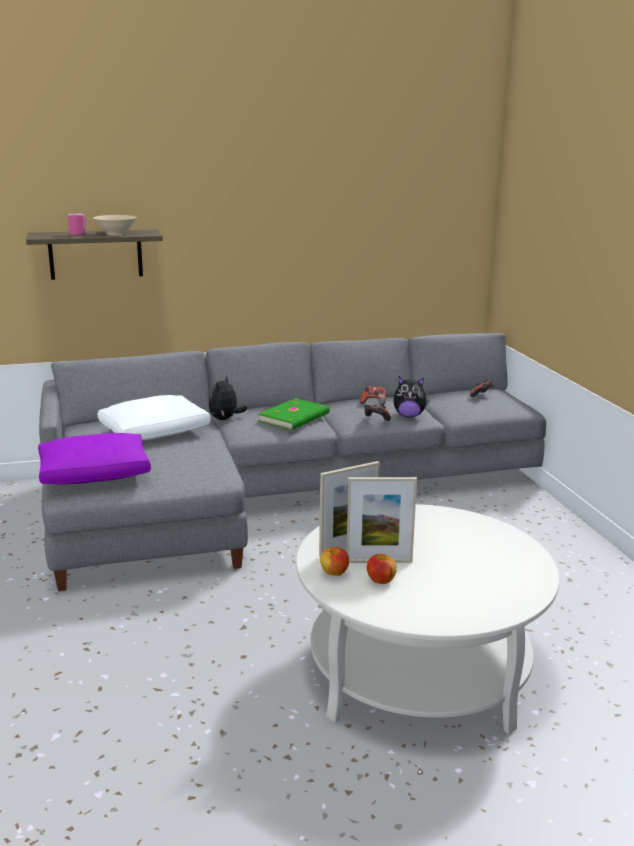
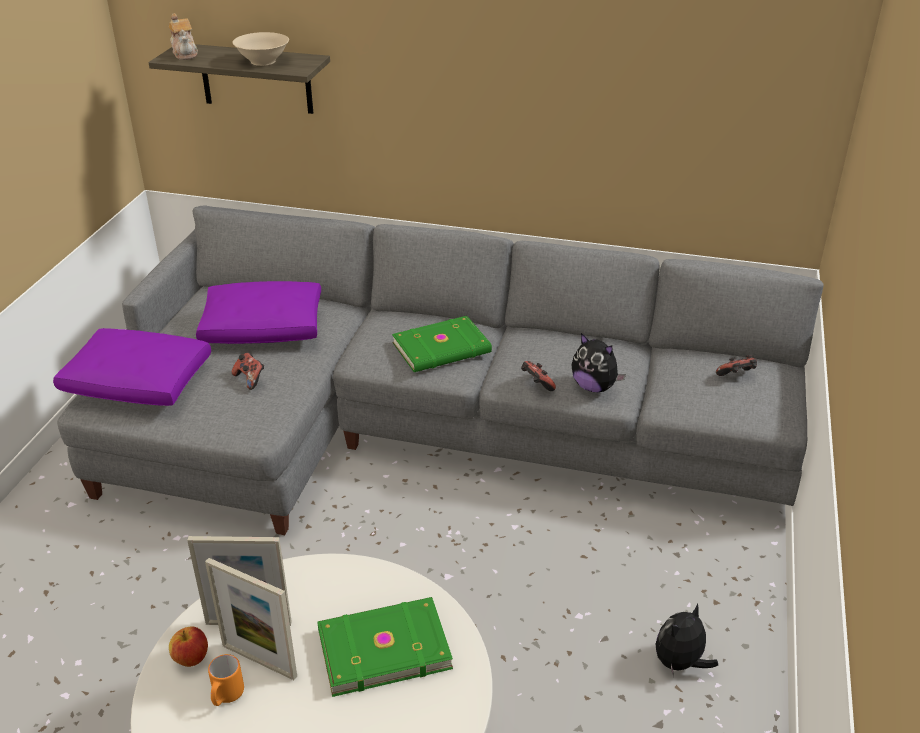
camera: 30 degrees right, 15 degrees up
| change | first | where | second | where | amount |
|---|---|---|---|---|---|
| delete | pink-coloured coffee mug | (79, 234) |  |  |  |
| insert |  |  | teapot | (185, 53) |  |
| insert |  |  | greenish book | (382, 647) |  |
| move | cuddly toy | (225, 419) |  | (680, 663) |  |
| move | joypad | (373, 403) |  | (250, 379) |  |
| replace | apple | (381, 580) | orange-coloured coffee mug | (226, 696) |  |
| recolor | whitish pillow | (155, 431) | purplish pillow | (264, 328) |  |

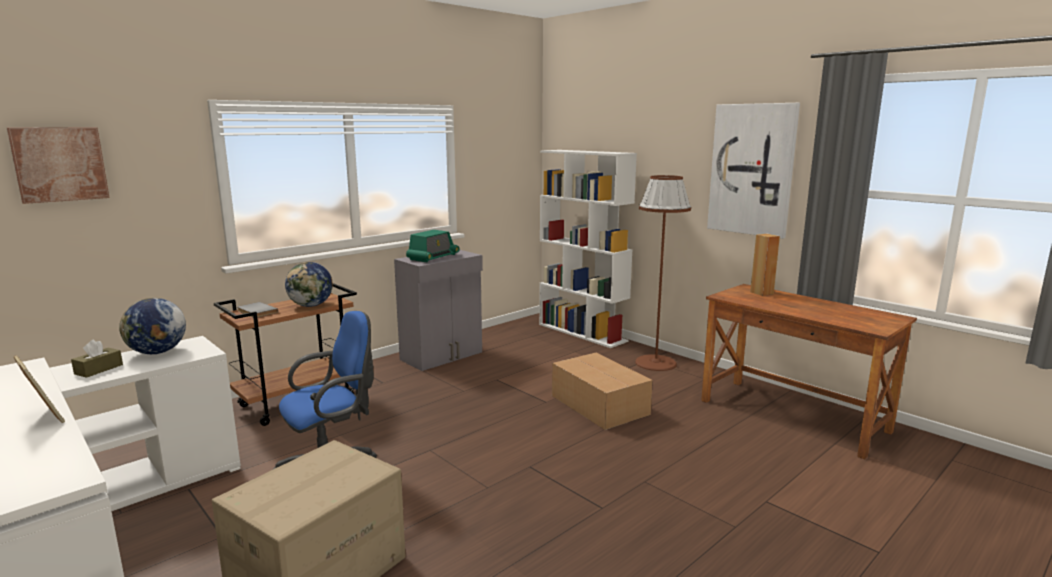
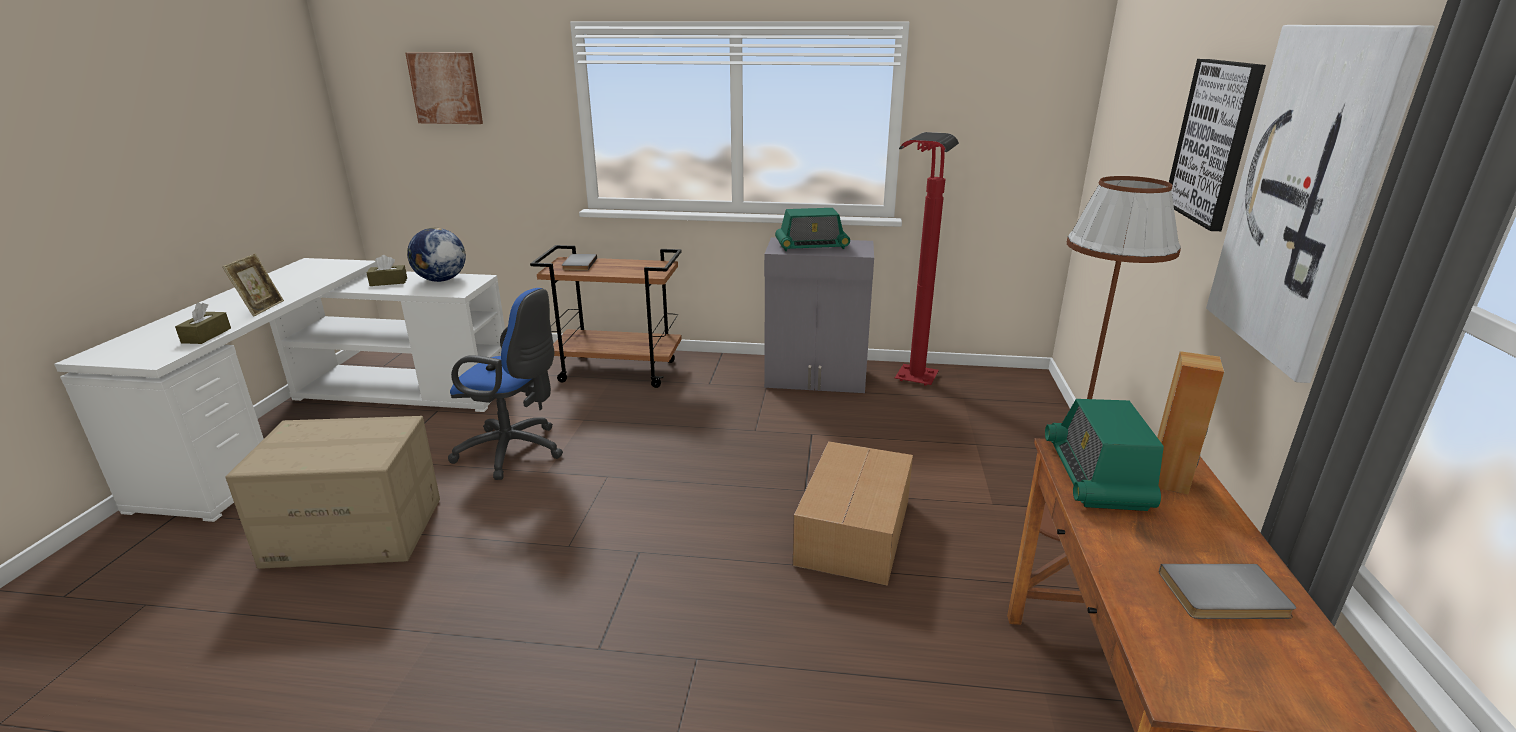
camera: 50 degrees right, 10 degrees up
| change | first | where | second | where | amount |
|---|---|---|---|---|---|
| delete | desk globe | (311, 305) |  |  |  |
| delete | whitish bookshelf | (582, 332) |  |  |  |
| insert |  |  | brown tissue holder | (206, 335) |  |
| insert |  |  | reddish standing lamp | (911, 389) |  |
| insert |  |  | radio | (1096, 476) |  |
| insert |  |  | greyish book | (1225, 597) |  |
| insert |  |  | wall art | (1214, 142) |  |

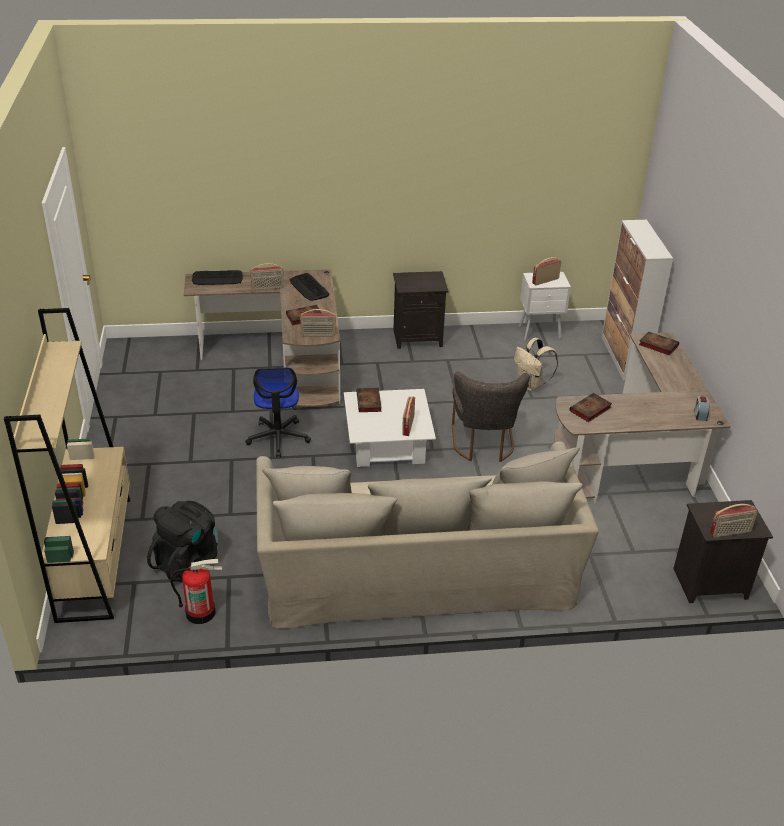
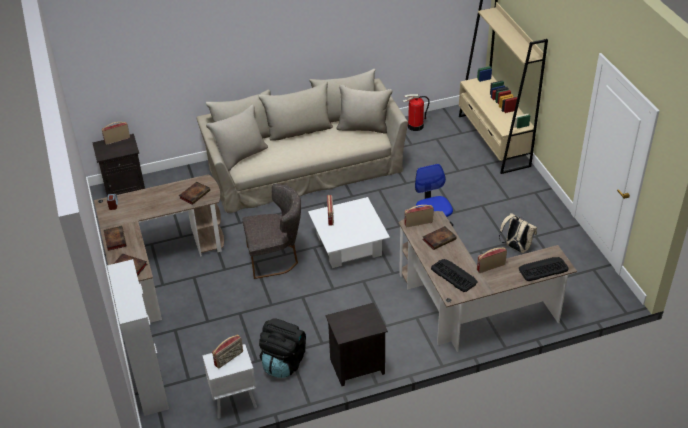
camera: 170 degrees right, 5 degrees up
| change | first | where | second | where | amount |
|---|---|---|---|---|---|
| move | black rucksack | (188, 561) |  | (283, 362) |  |
| move | book | (369, 402) |  | (114, 239) |  |
| move | sand-coloured rucksack | (531, 385) |  | (516, 247) |  |
| rotate | greyish upright chair | (483, 445) |  | (275, 258) | 90 degrees clockwise |

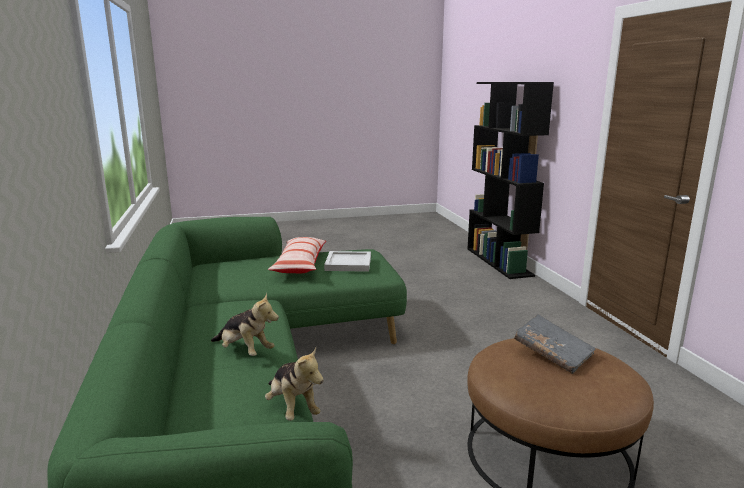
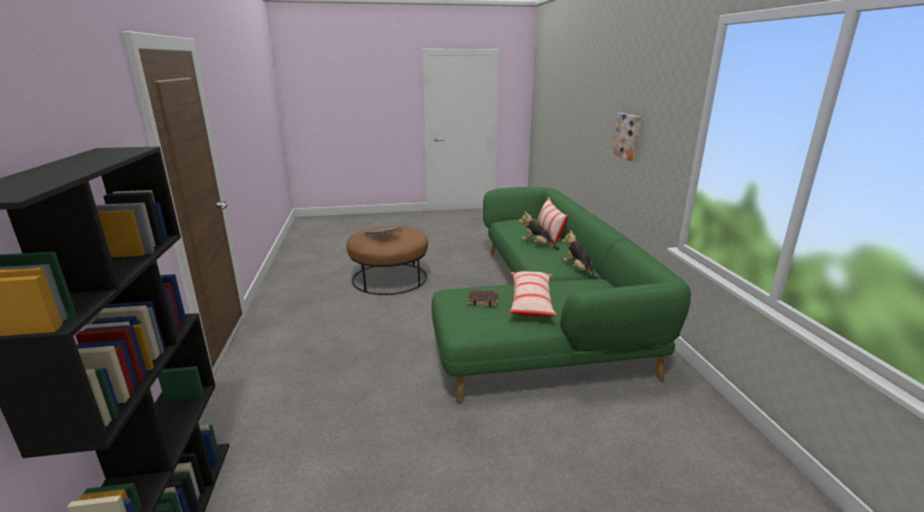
camera: 175 degrees left, 5 degrees up
| change | first | where | second | where | amount |
|---|---|---|---|---|---|
| insert |  |  | pillow | (550, 233) |  |
| insert |  |  | wall art | (628, 136) |  |
| move | cuddly toy | (293, 408) |  | (578, 270) |  |
| replace | whitish carrying tray | (347, 264) | brown book | (483, 300) |  |

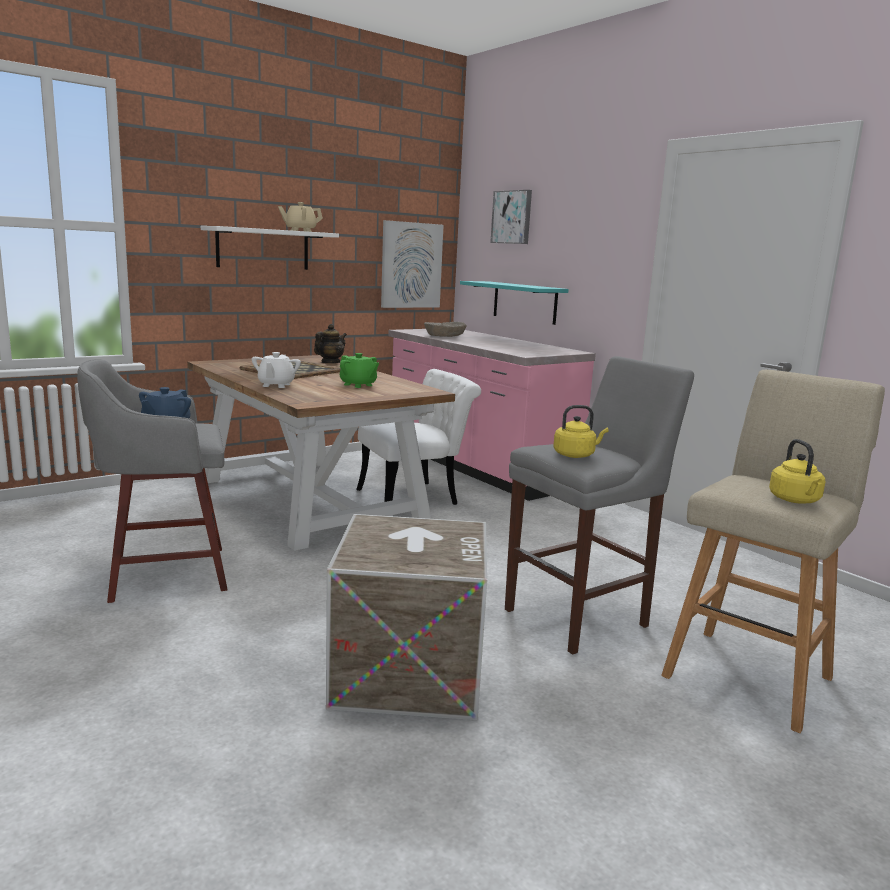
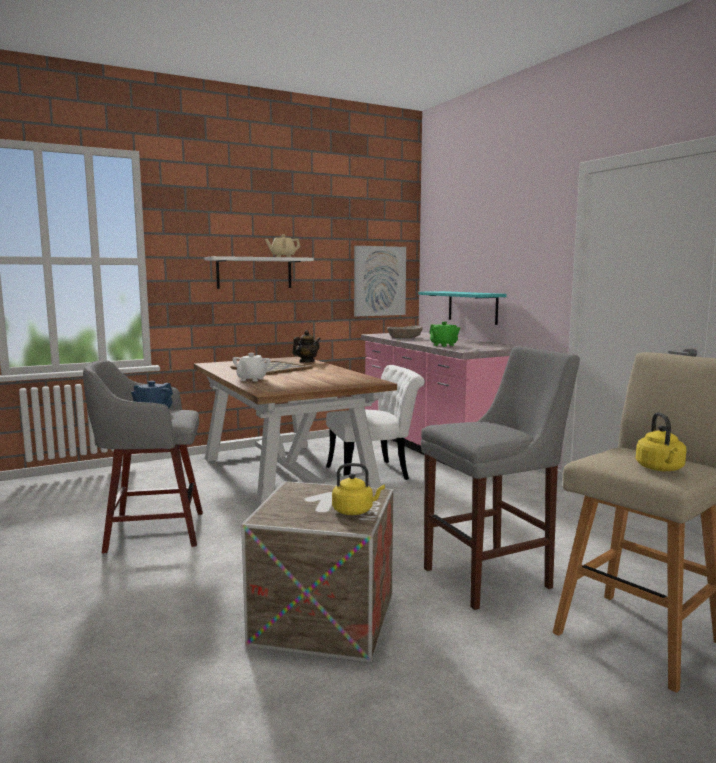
camera: 10 degrees right, 5 degrees down
| change | first | where | second | where | amount |
|---|---|---|---|---|---|
| delete | wall art | (512, 217) |  |  |  |
| move | greenish teapot | (358, 385) |  | (443, 345) |  |
| move | yellow-coloured tea kettle | (576, 455) |  | (355, 511) |  |

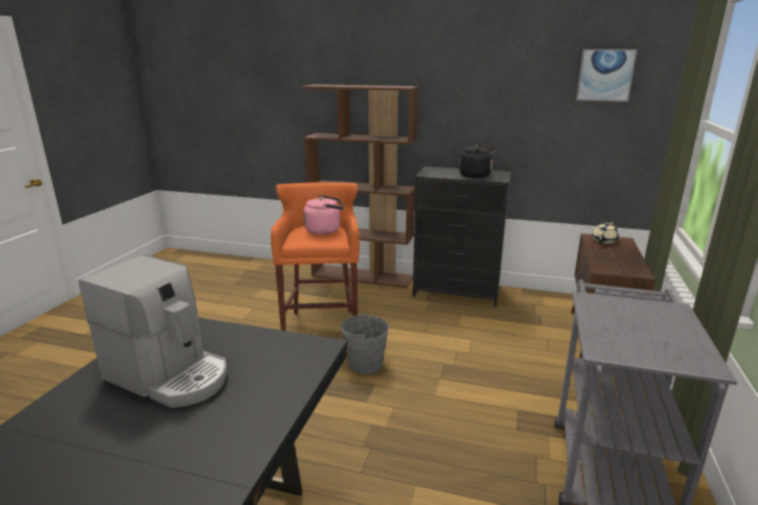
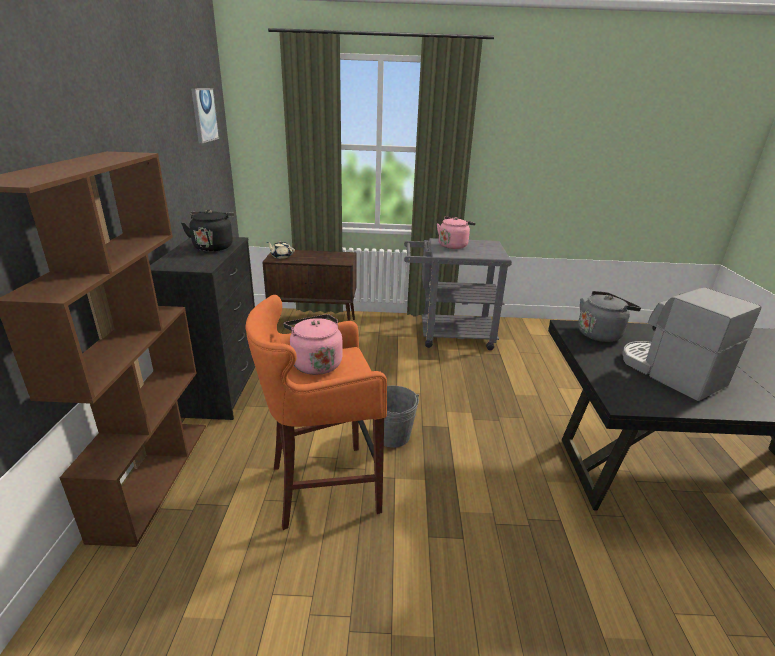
camera: 105 degrees left, 5 degrees up
| change | first | where | second | where | amount |
|---|---|---|---|---|---|
| insert |  |  | pink-coloured tea kettle | (453, 245) |  |
| insert |  |  | greyish tea kettle | (600, 334) |  |
| rotate | coffee machine | (170, 376) |  | (669, 372) | 45 degrees counterclockwise |

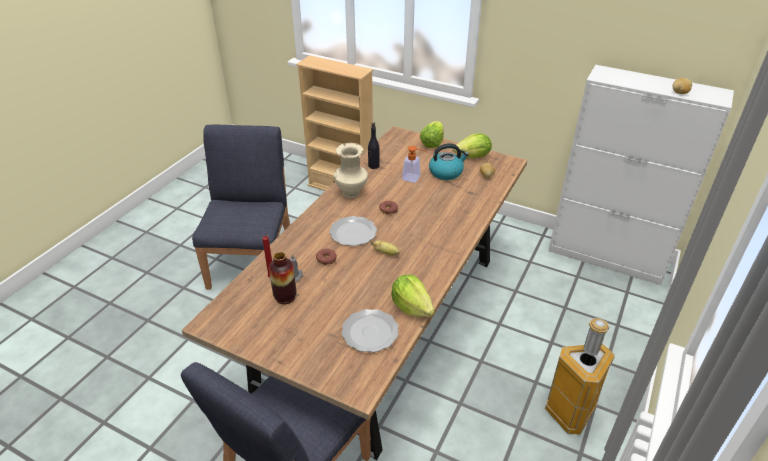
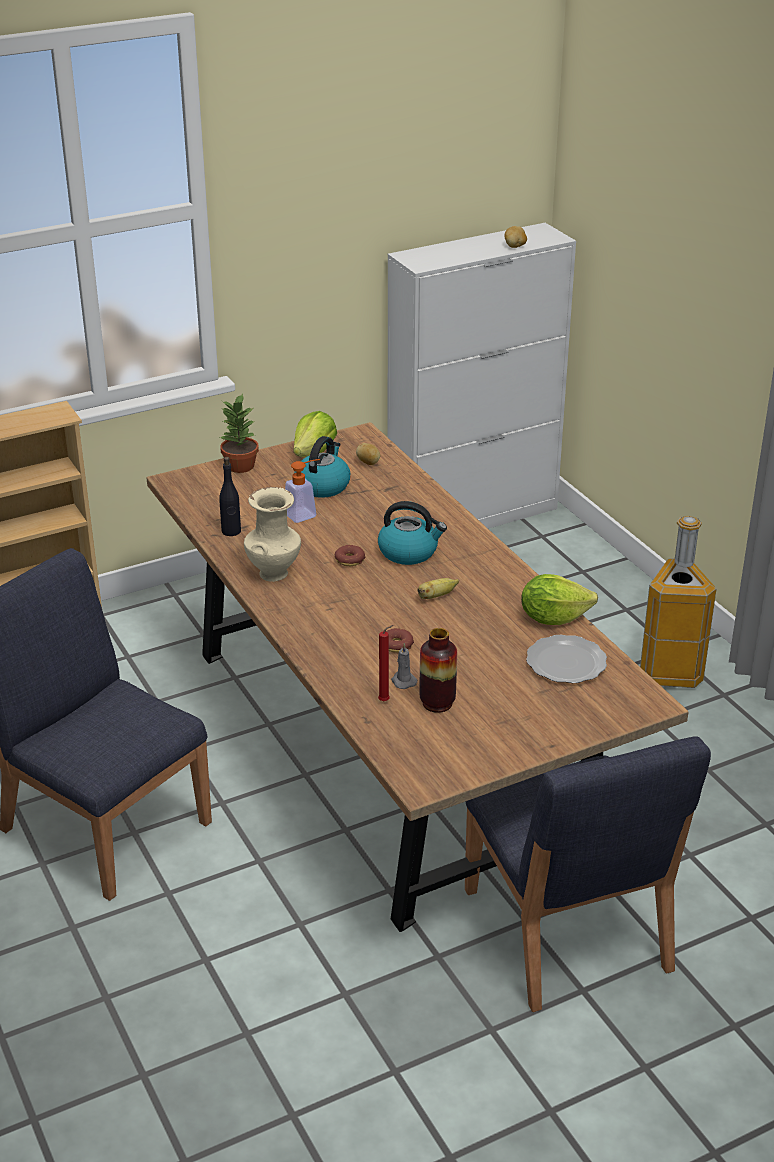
camera: 55 degrees left, 5 degrees down
| change | first | where | second | where | amount |
|---|---|---|---|---|---|
| delete | flat dish | (352, 233) |  |  |  |
| insert |  |  | tea kettle | (409, 552) |  |
| replace | lettuce | (432, 143) | houseplant | (239, 466) |  |

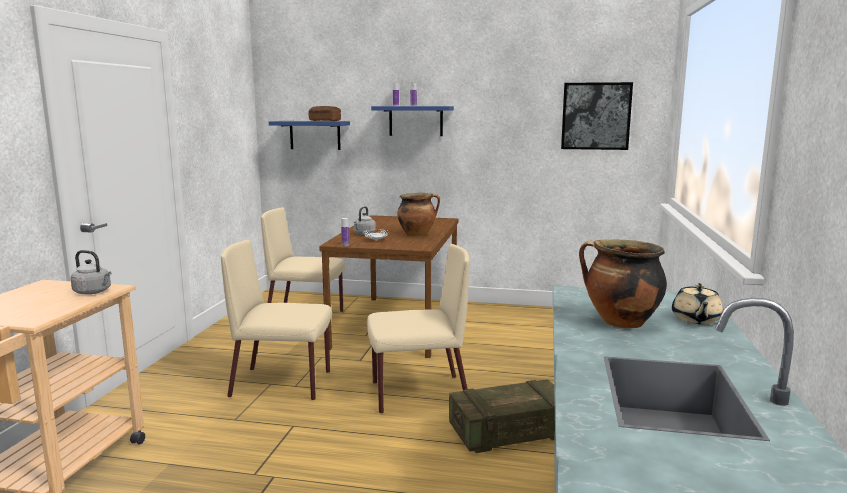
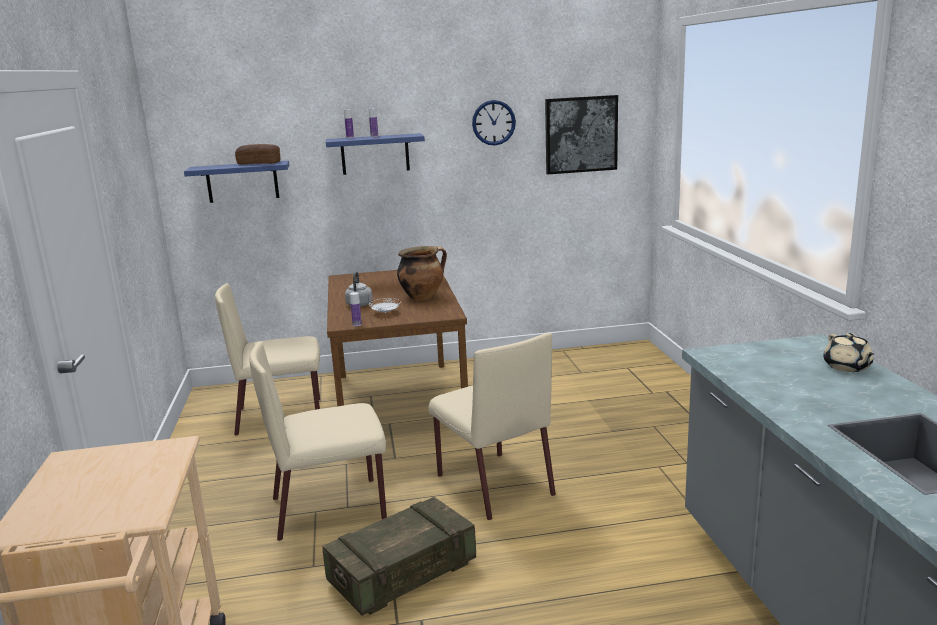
camera: 20 degrees left, 5 degrees up
| change | first | where | second | where | amount |
|---|---|---|---|---|---|
| delete | greyish tea kettle | (94, 292) |  |  |  |
| delete | cooking pot | (620, 323) |  |  |  |
| insert |  |  | clock on the wall | (493, 122) |  |
| move | shipping crate | (510, 432) |  | (403, 573) |  |
| rotate | sand-coloured upright chair | (417, 394) |  | (493, 484) | 90 degrees clockwise |

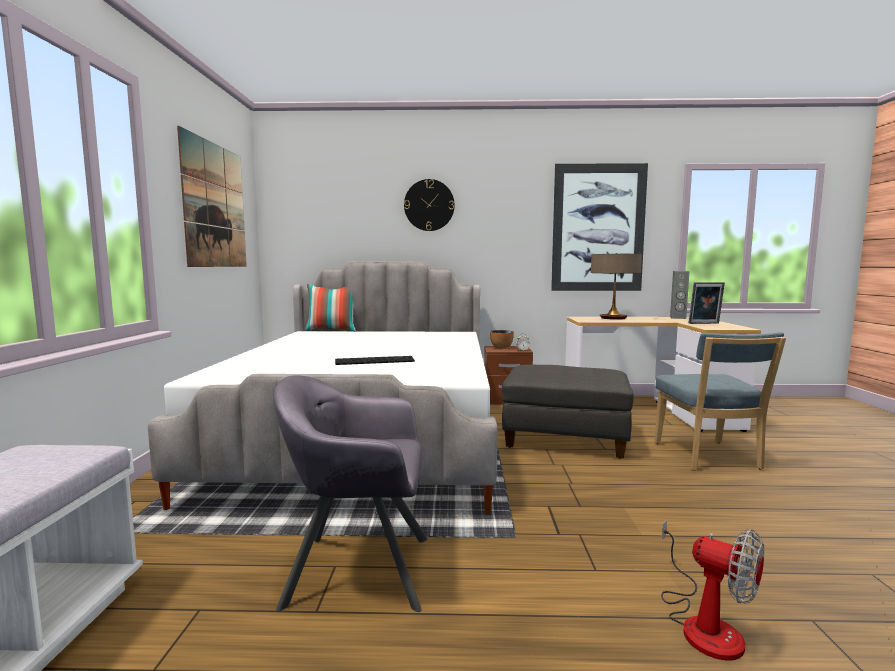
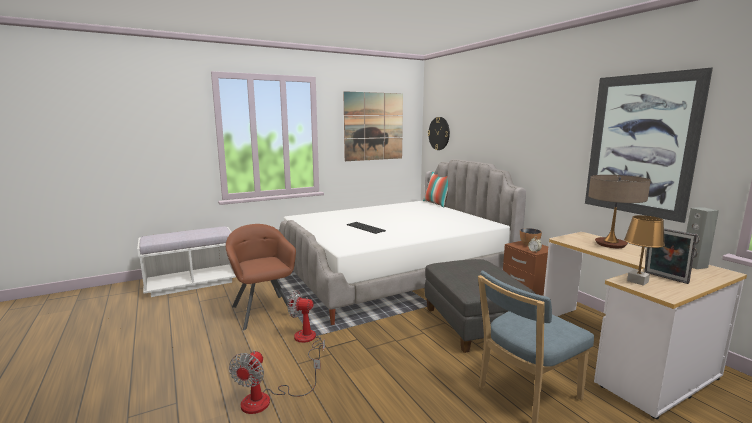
camera: 60 degrees right, 5 degrees up
| change | first | where | second | where | amount |
|---|---|---|---|---|---|
| insert |  |  | fan | (307, 340) |  |
| insert |  |  | brown table lamp | (637, 281) |  |
| move | clock on the wall | (429, 205) |  | (439, 133) |  |
| recolor | greyish armchair | (358, 569) | brown armchair | (264, 311) |  |

